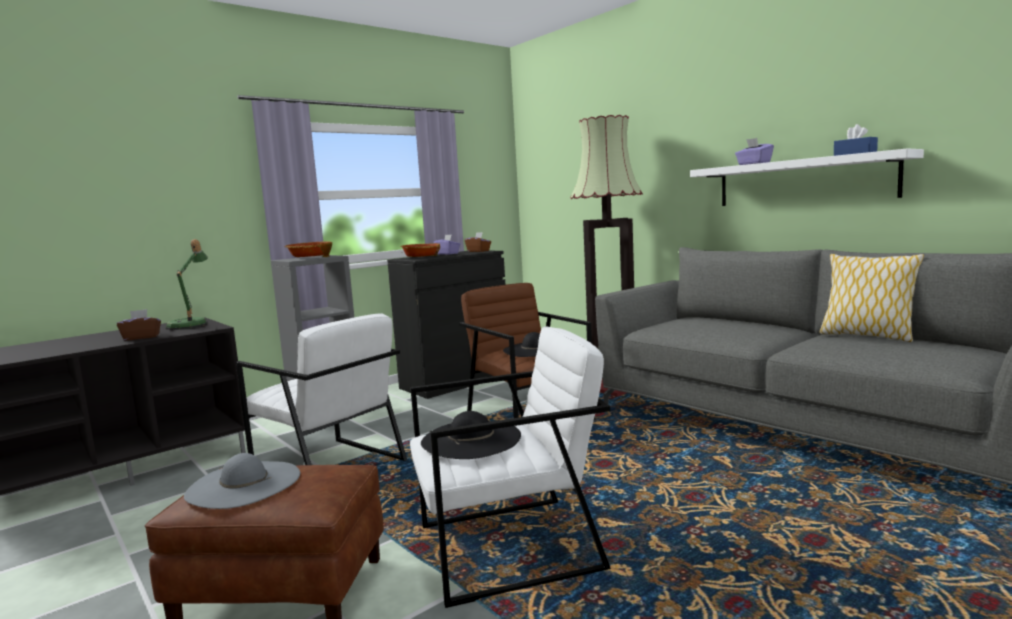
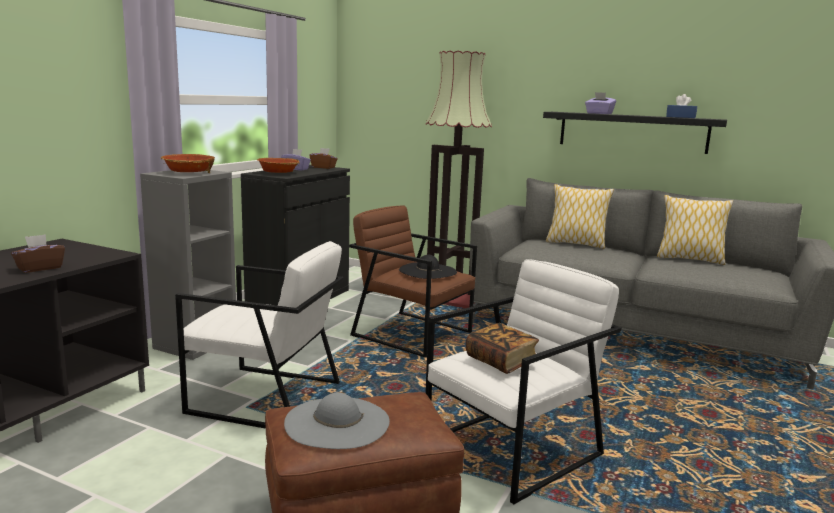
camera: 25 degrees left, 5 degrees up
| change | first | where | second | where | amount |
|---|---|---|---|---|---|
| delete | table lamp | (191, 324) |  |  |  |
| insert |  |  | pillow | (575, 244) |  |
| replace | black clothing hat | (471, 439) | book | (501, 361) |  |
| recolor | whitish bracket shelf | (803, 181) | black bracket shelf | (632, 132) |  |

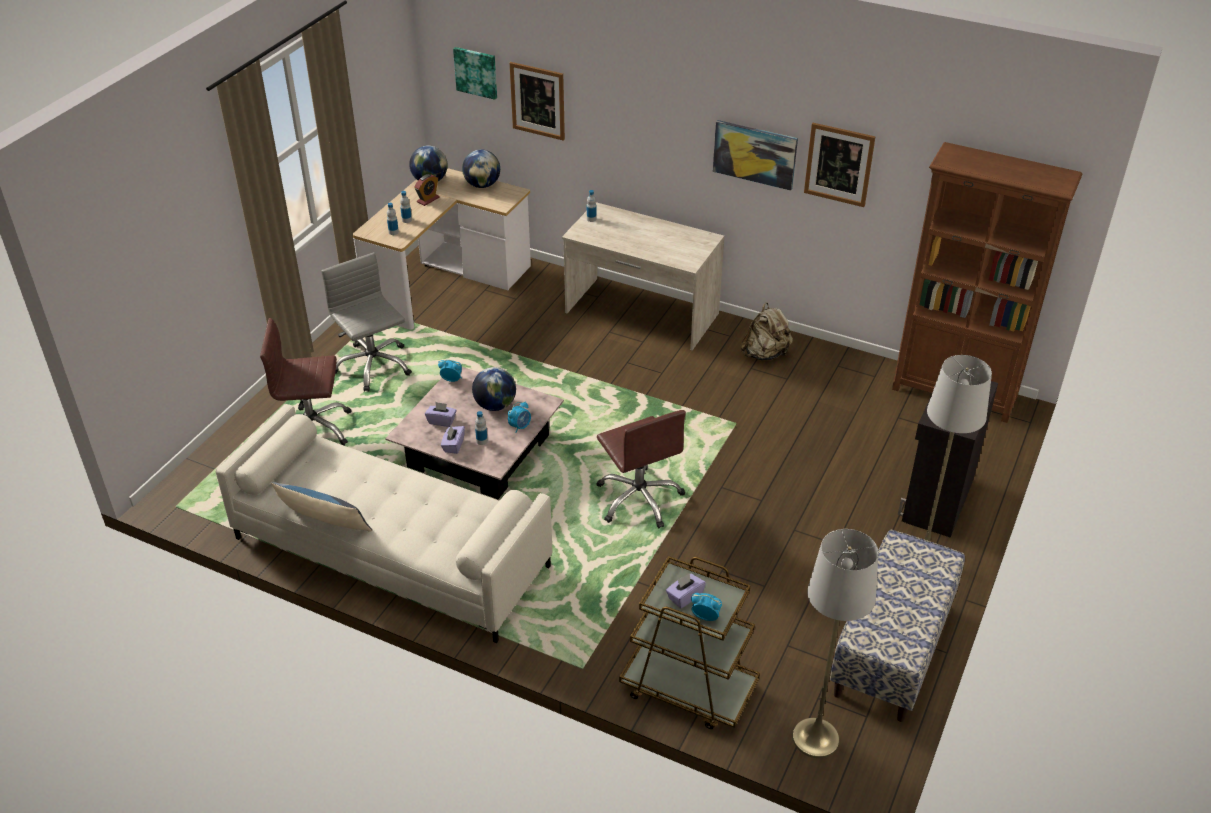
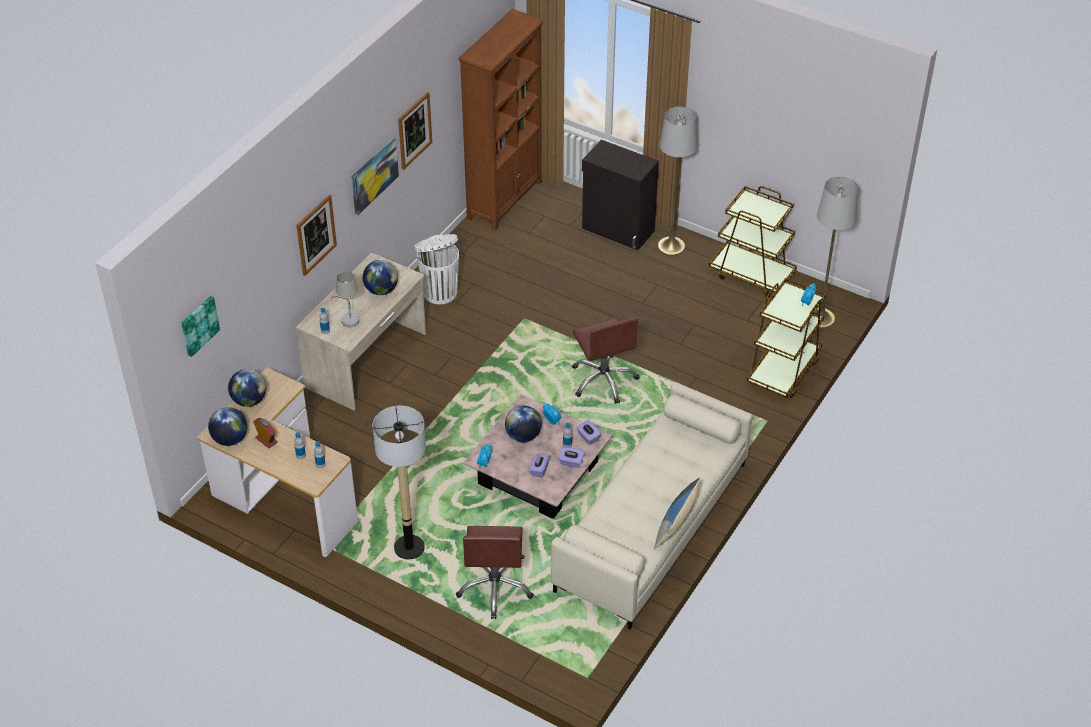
camera: 85 degrees left, 5 degrees up
| change | first | where | second | where | amount |
|---|---|---|---|---|---|
| insert |  |  | greyish table lamp | (349, 317) |  |
| insert |  |  | desk globe | (381, 290) |  |
| move | wall art | (538, 101) |  | (316, 235) |  |
| move | purplish tissue holder | (684, 597) |  | (588, 437) |  |
| replace | greyish computer chair | (373, 366) | standing lamp | (409, 547) |  |
| replace | sand-coloured rucksack | (765, 354) | whitish waste bin | (439, 291) |  |
| replace | indoor bench | (892, 650) | brown cart | (752, 274) |  |
| rotate | brown computer chair | (639, 499) |  | (603, 380) | 90 degrees clockwise |

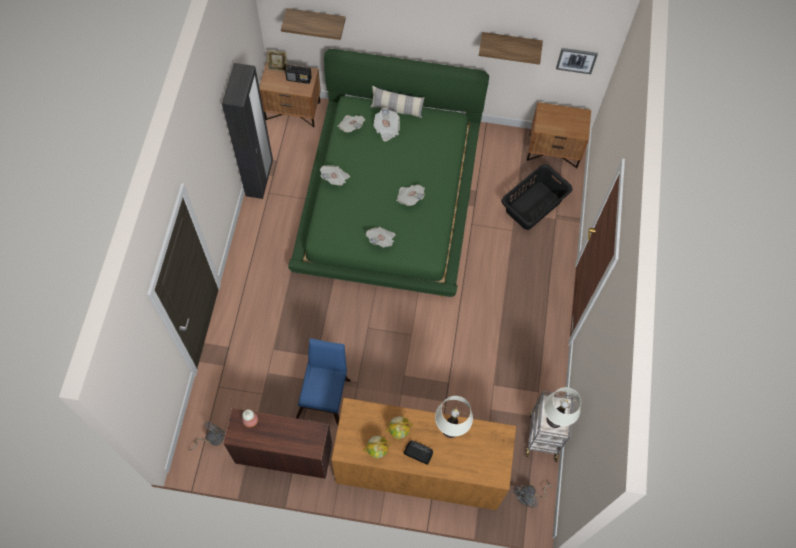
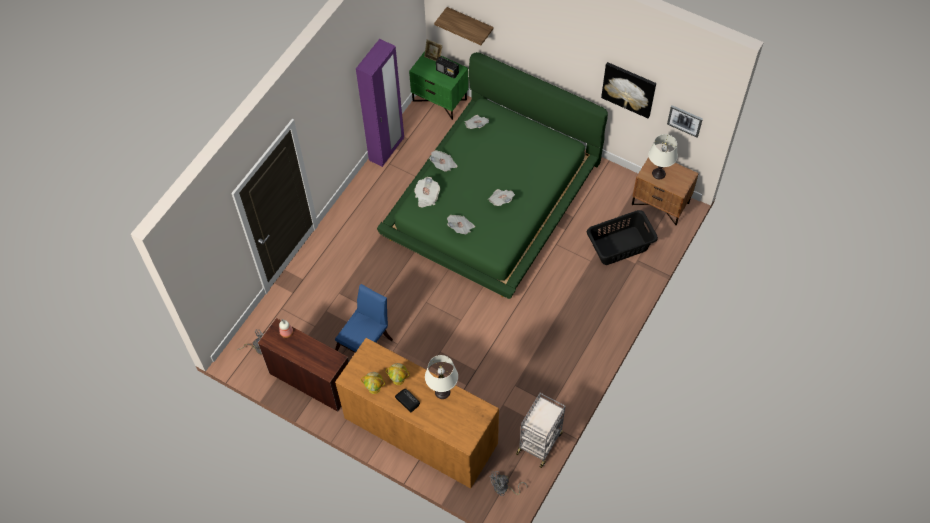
camera: 25 degrees right, 5 degrees down
| change | first | where | second | where | amount |
|---|---|---|---|---|---|
| delete | pillow | (397, 109) |  |  |  |
| move | daily paper | (386, 129) |  | (426, 197) |  |
| move | whitish table lamp | (554, 419) |  | (658, 173) |  |
| replace | bracket shelf | (511, 43) | wall art | (629, 89) |  |
| recolor | black armoire | (259, 179) | purplish armoire | (387, 149) |  |
| recolor | brown nightstand | (293, 110) | greenish nightstand | (440, 100) |  |

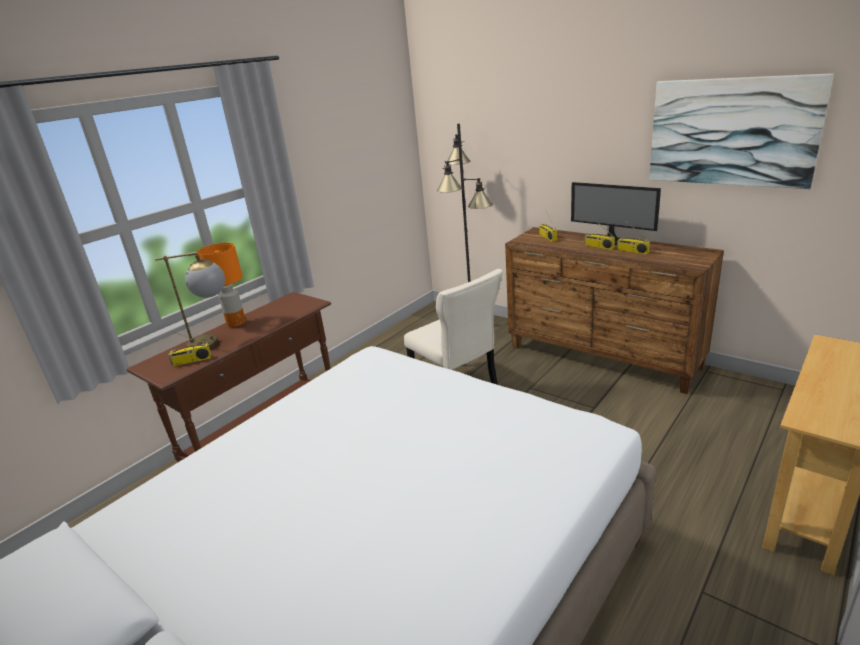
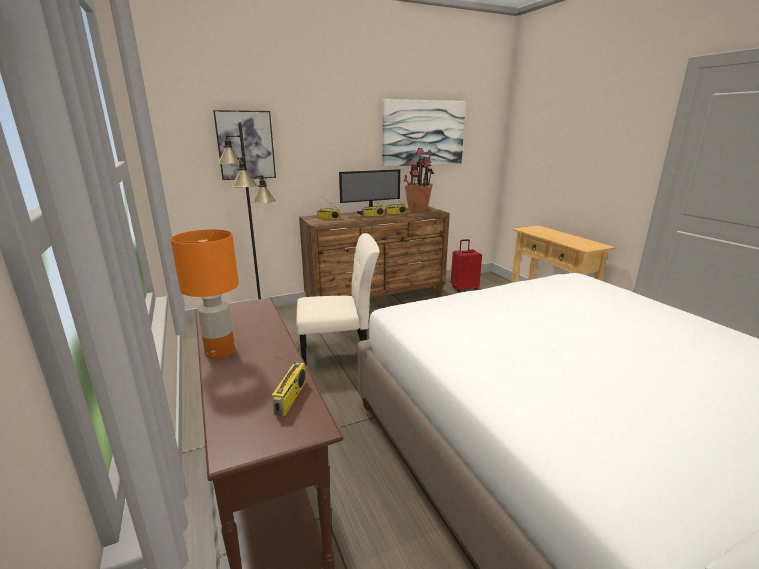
camera: 65 degrees left, 5 degrees down
| change | first | where | second | where | amount |
|---|---|---|---|---|---|
| delete | table lamp | (215, 343) |  |  |  |
| insert |  |  | wall art | (245, 145) |  |
| insert |  |  | houseplant | (418, 209) |  |
| insert |  |  | reddish travel case | (464, 289) |  |

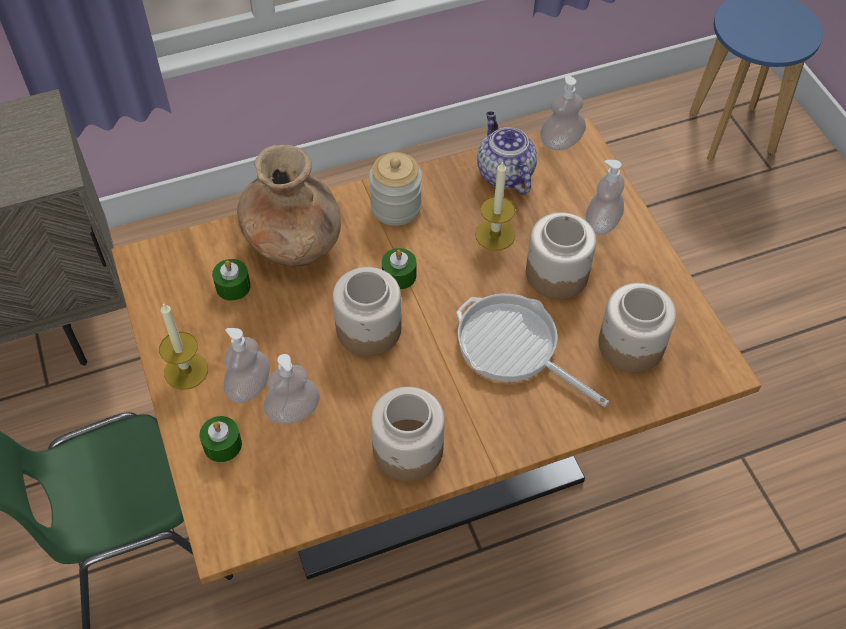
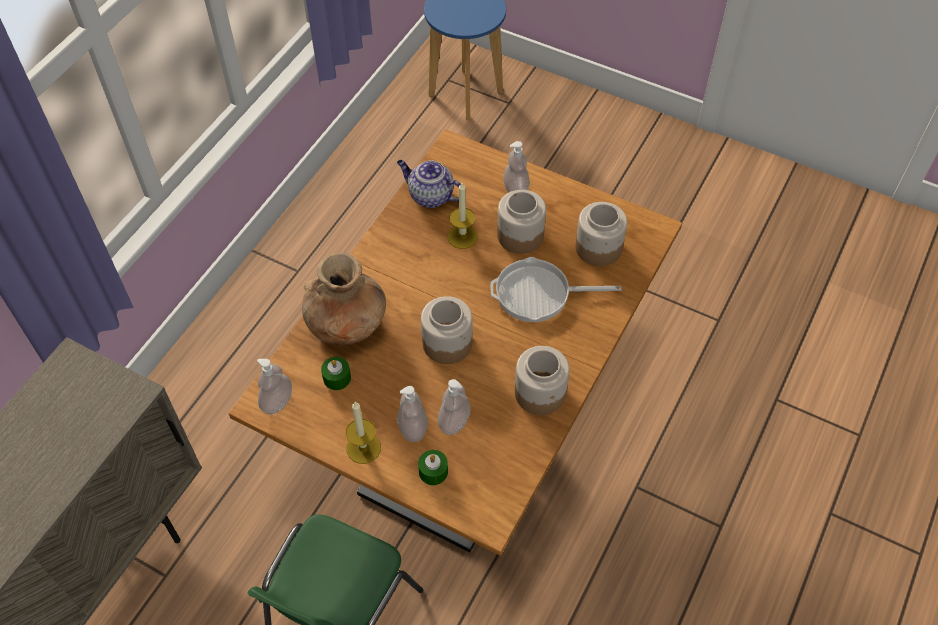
camera: 40 degrees left, 0 degrees up
| change | first | where | second | where | amount |
|---|---|---|---|---|---|
| delete | storage jar | (396, 207) |  |  |  |
| delete | greenish wax light | (399, 275) |  |  |  |
| move | soap dispenser | (561, 142) |  | (277, 402) |  |

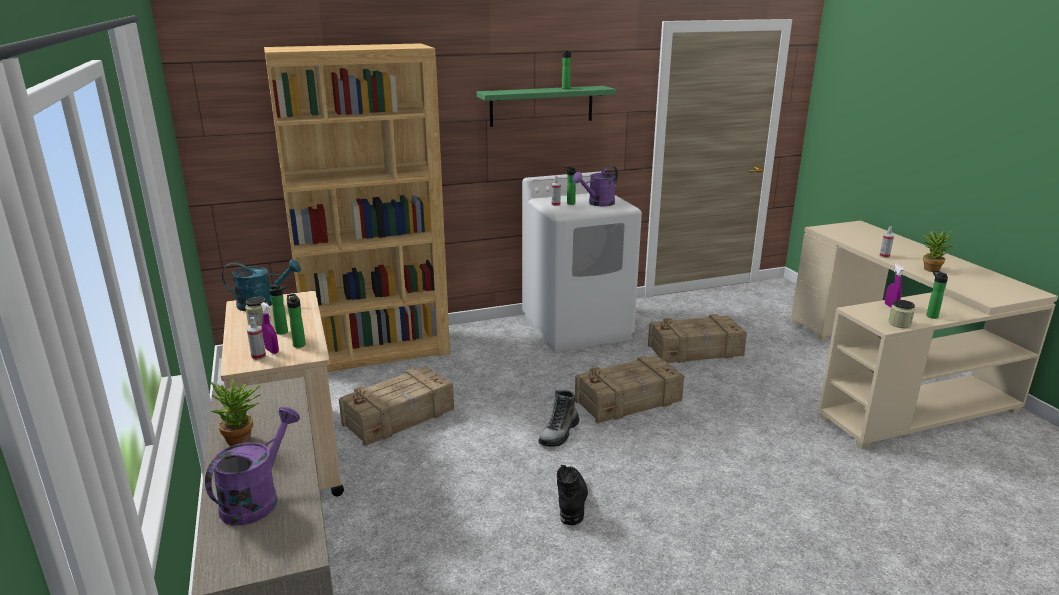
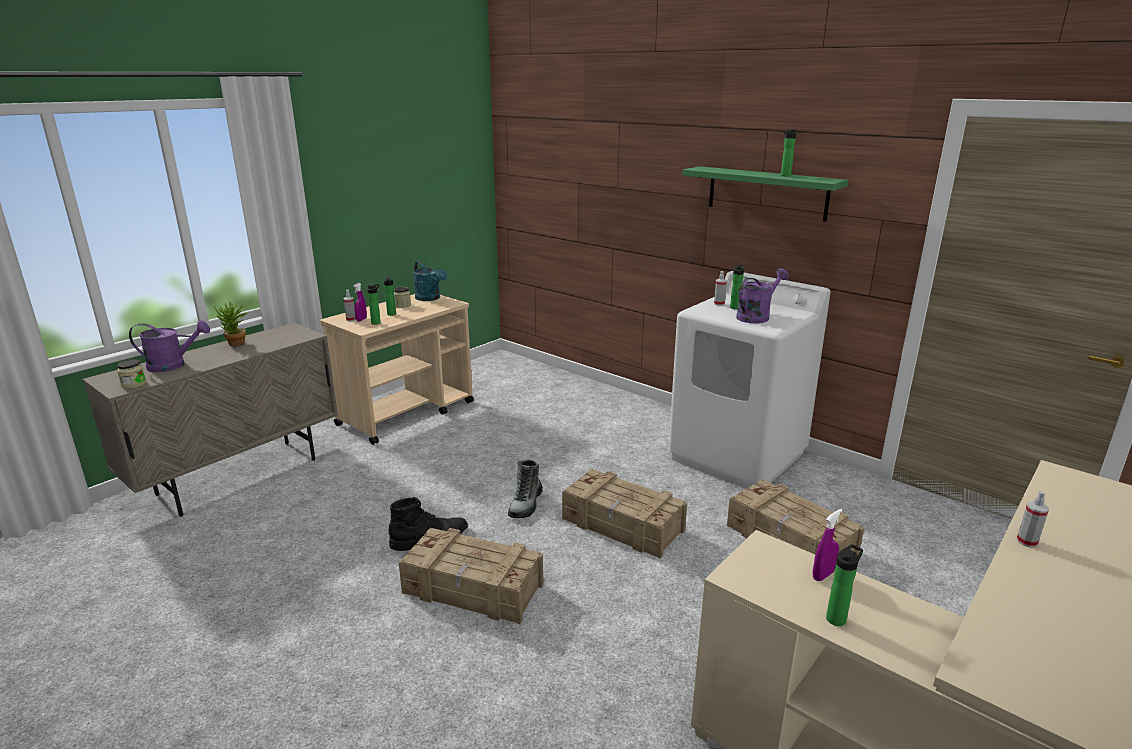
camera: 60 degrees right, 0 degrees up
| change | first | where | second | where | amount |
|---|---|---|---|---|---|
| delete | brown bookshelf | (377, 351) |  |  |  |
| delete | houseplant | (930, 268) |  |  |  |
| move | shipping crate | (400, 417) |  | (473, 589) |  |
| move | storage jar | (899, 324) |  | (134, 384) |  |
| rotate | high-top boot | (559, 434) |  | (526, 504) | 75 degrees counterclockwise |
| rotate | purplish watering can | (598, 204) |  | (756, 316) | 120 degrees clockwise |

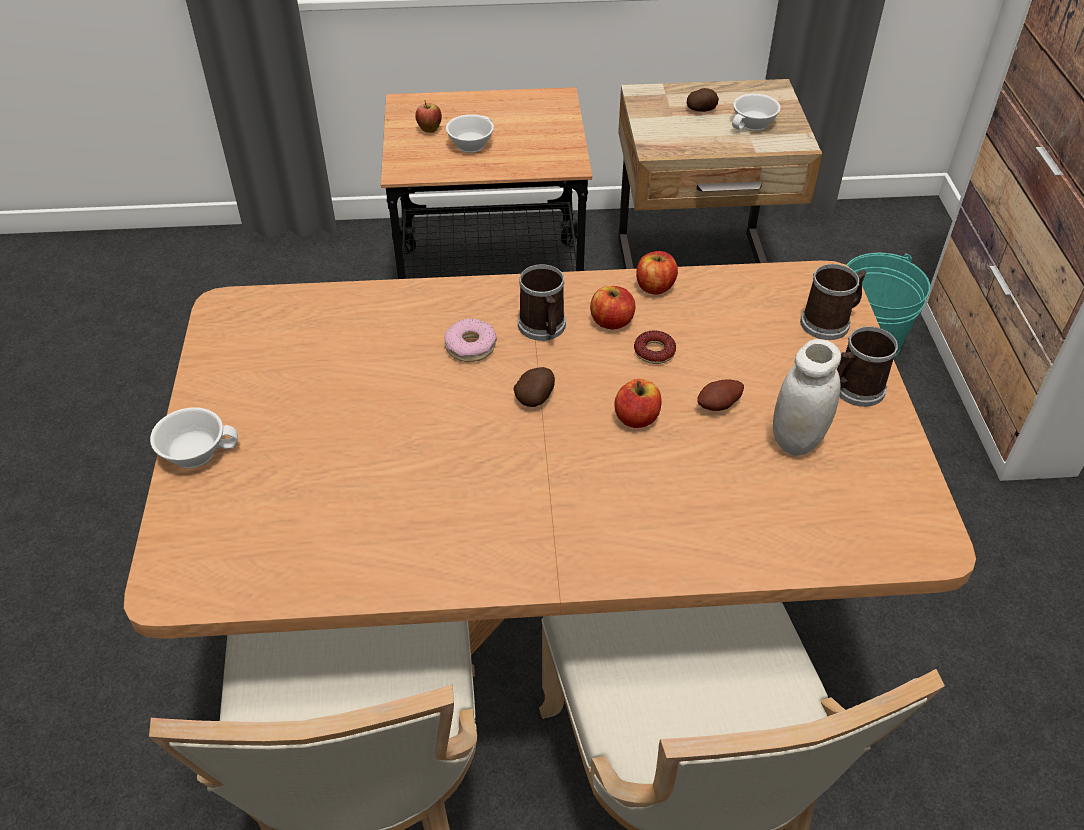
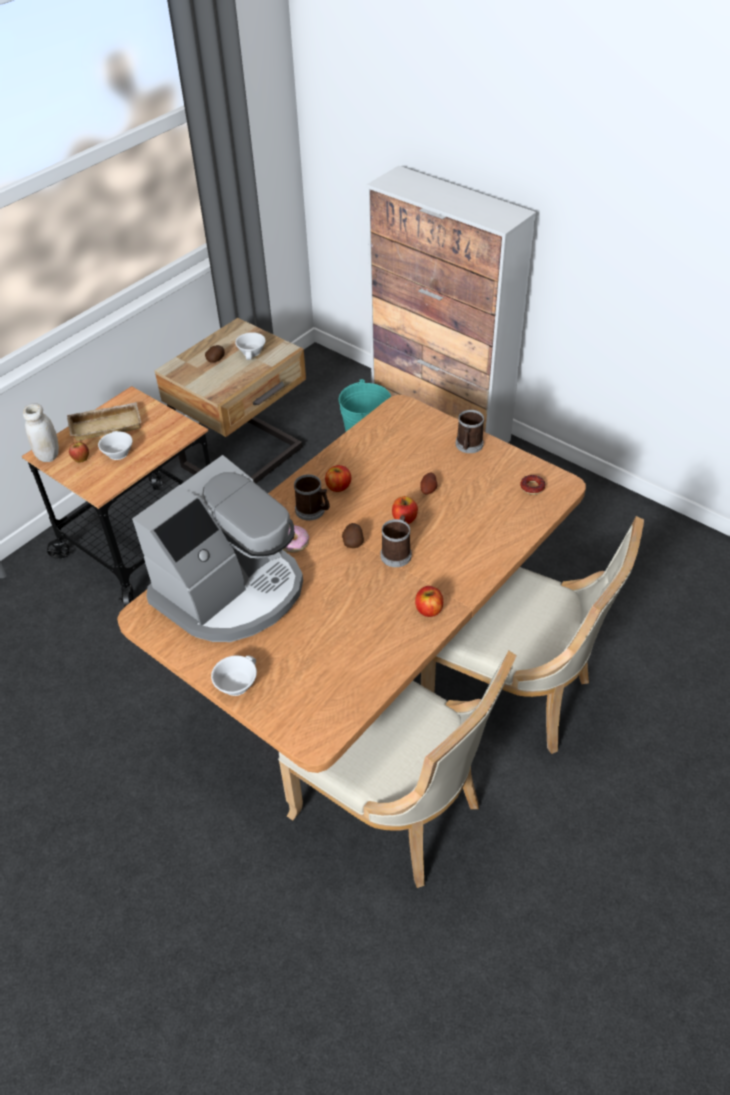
camera: 45 degrees left, 0 degrees up
| change | first | where | second | where | amount |
|---|---|---|---|---|---|
| insert |  |  | sand-coloured carrying tray | (107, 424) |  |
| insert |  |  | coffee machine | (231, 591) |  |
| move | donut | (654, 352) |  | (532, 487) |  |
| move | apple | (655, 287) |  | (428, 609) |  |
| move | whitish storage jar | (797, 439) |  | (48, 455) |  |
| move | coffee mug | (829, 322) |  | (397, 553) |  |

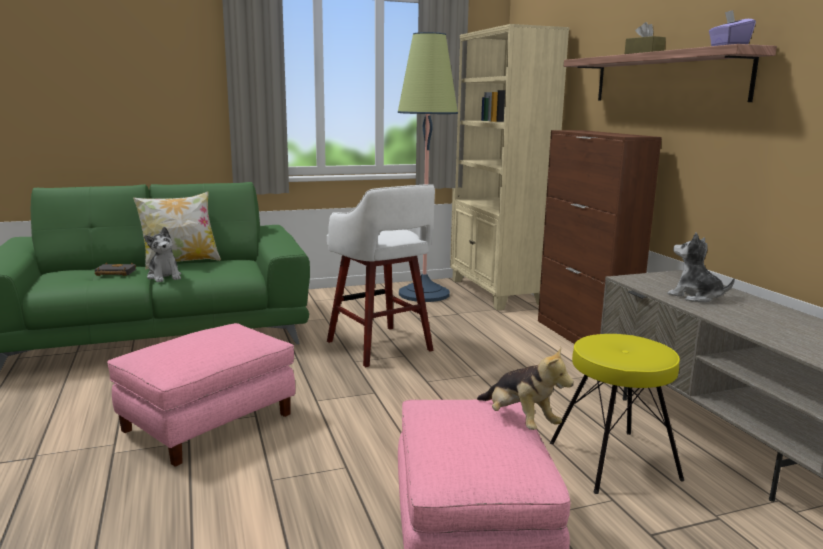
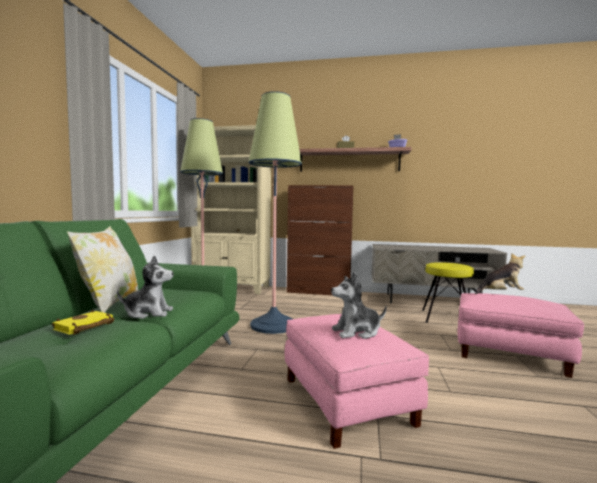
camera: 60 degrees left, 10 degrees down
| change | first | where | second | where | amount |
|---|---|---|---|---|---|
| move | cuddly toy | (695, 297) |  | (357, 332) |  |
| replace | whitish stool seat | (381, 347) | standing lamp | (273, 325) |  |
| recolor | black book | (114, 273) | yellow-coloured book | (84, 327) |  |

